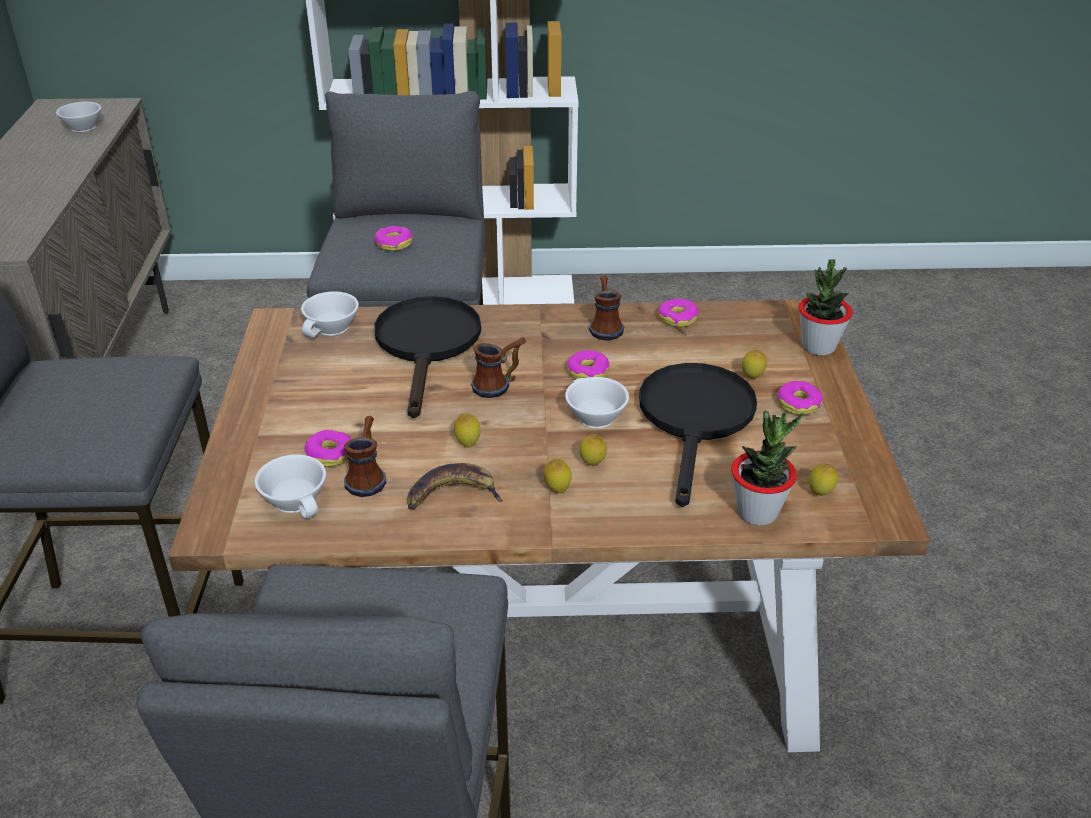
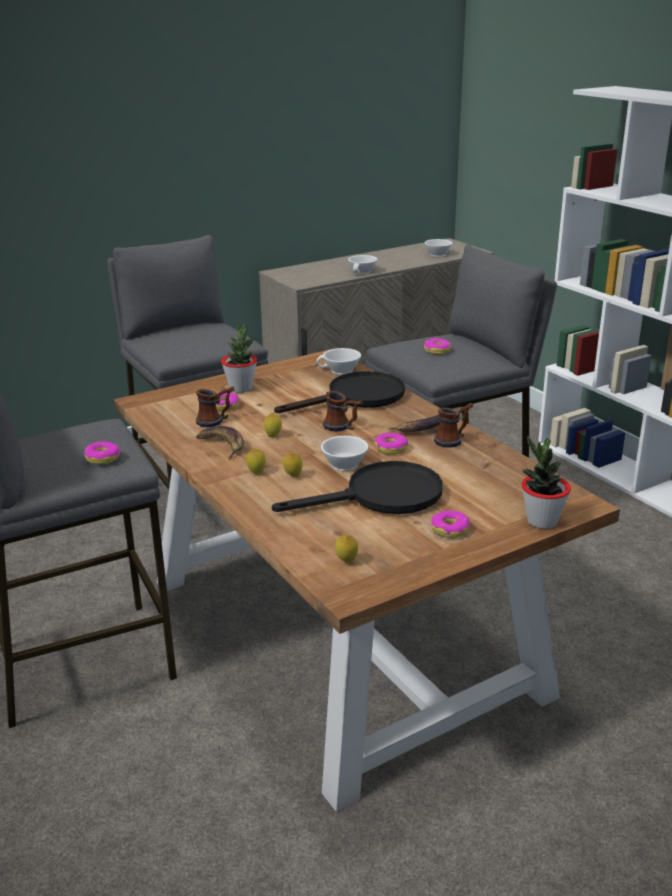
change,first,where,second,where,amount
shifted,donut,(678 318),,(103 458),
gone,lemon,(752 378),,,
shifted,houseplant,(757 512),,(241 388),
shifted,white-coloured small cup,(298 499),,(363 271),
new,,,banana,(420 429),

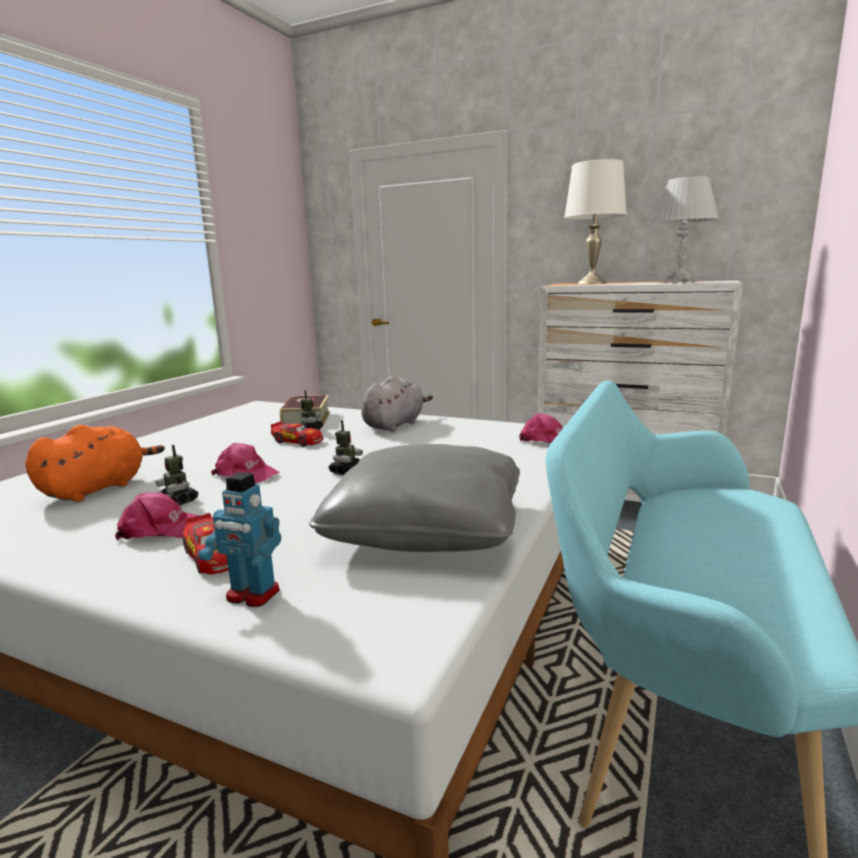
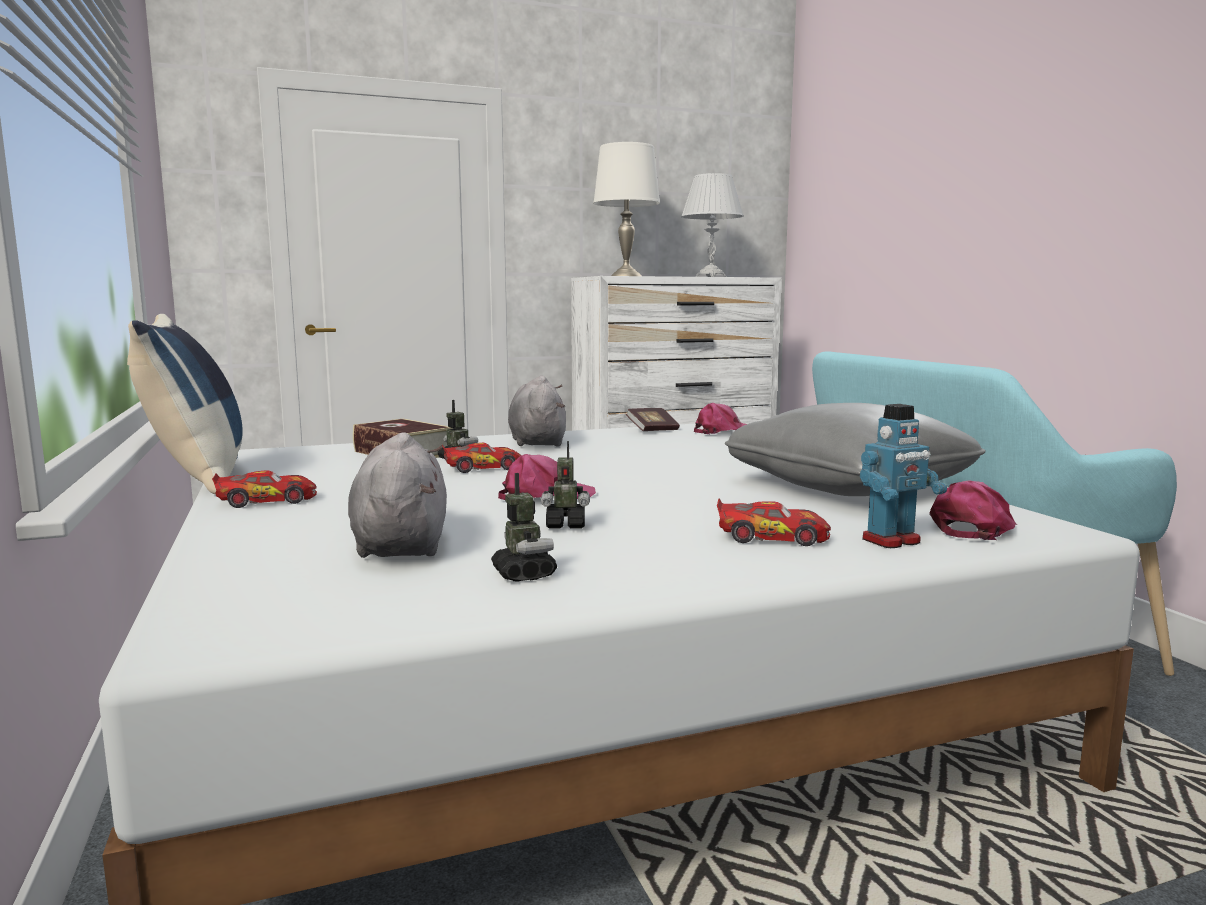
change,first,where,second,where,amount
shifted,robot figure,(346 471),,(524 574),
repainted,orange-coloured soft toy,(98 488),grey soft toy,(400 544),
shifted,pink-coloured peaked cap,(162 530),,(974 528),
new,,,bluish cushion,(196 477),
new,,,bound book,(652 430),
new,,,toy car,(267 501),

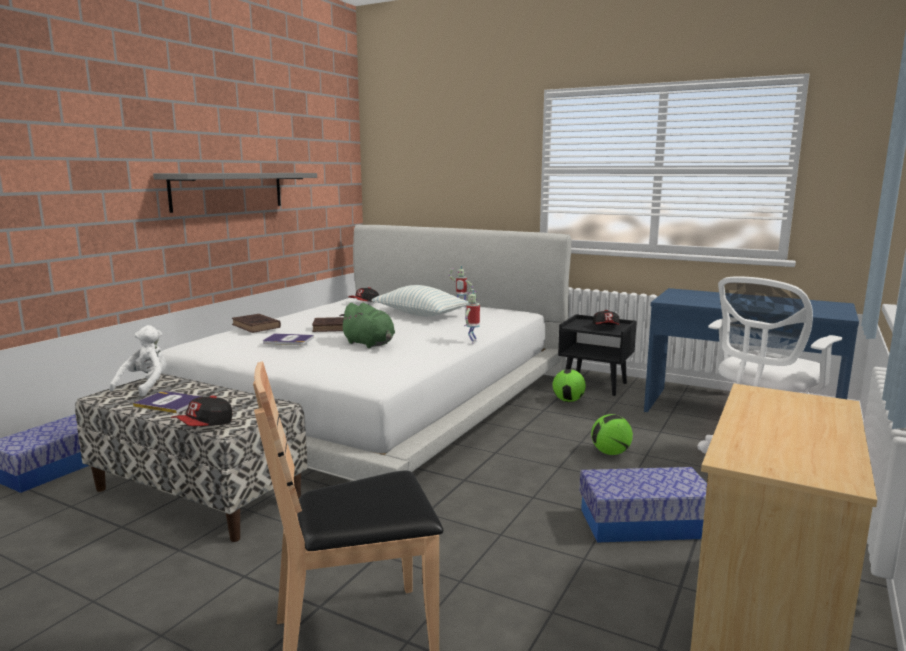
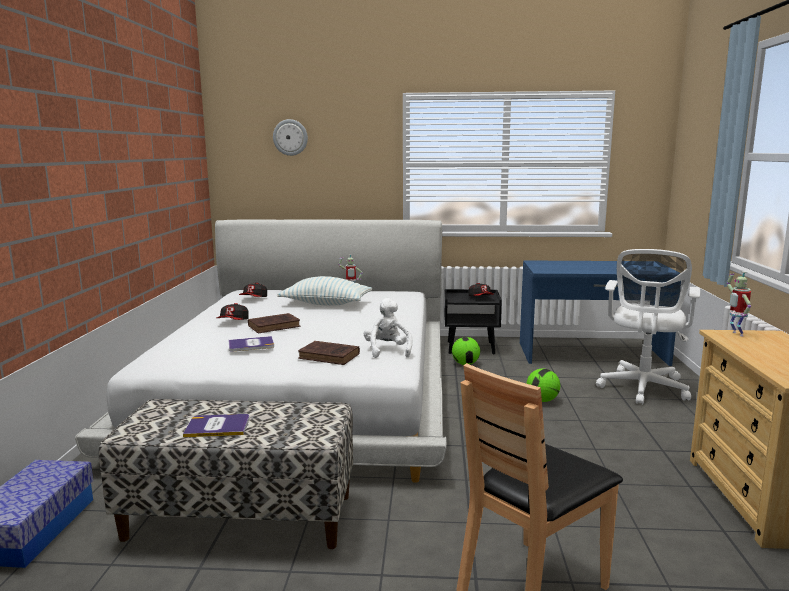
change,first,where,second,where,amount
gone,grey wall shelf,(228 191),,,
shifted,robot figure,(472 342),,(735 334),
gone,green soft toy,(370 344),,,
shifted,brownish bound book,(256 326),,(330 356),
shifted,white-coloured soft toy,(146 386),,(387 351),
shifted,peaked cap,(204 426),,(233 322),
gone,storage container,(644 523),,,
new,,,hanging clock,(290 137),

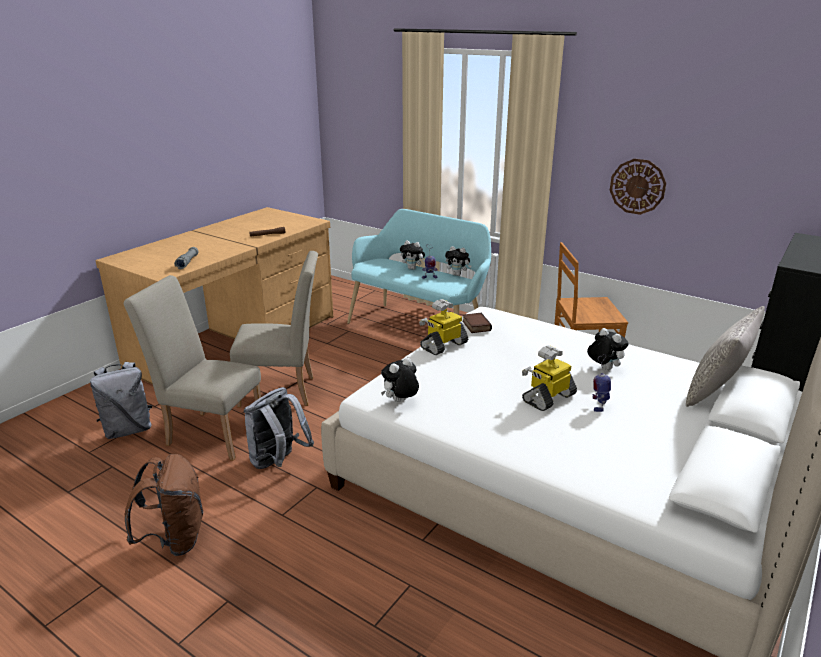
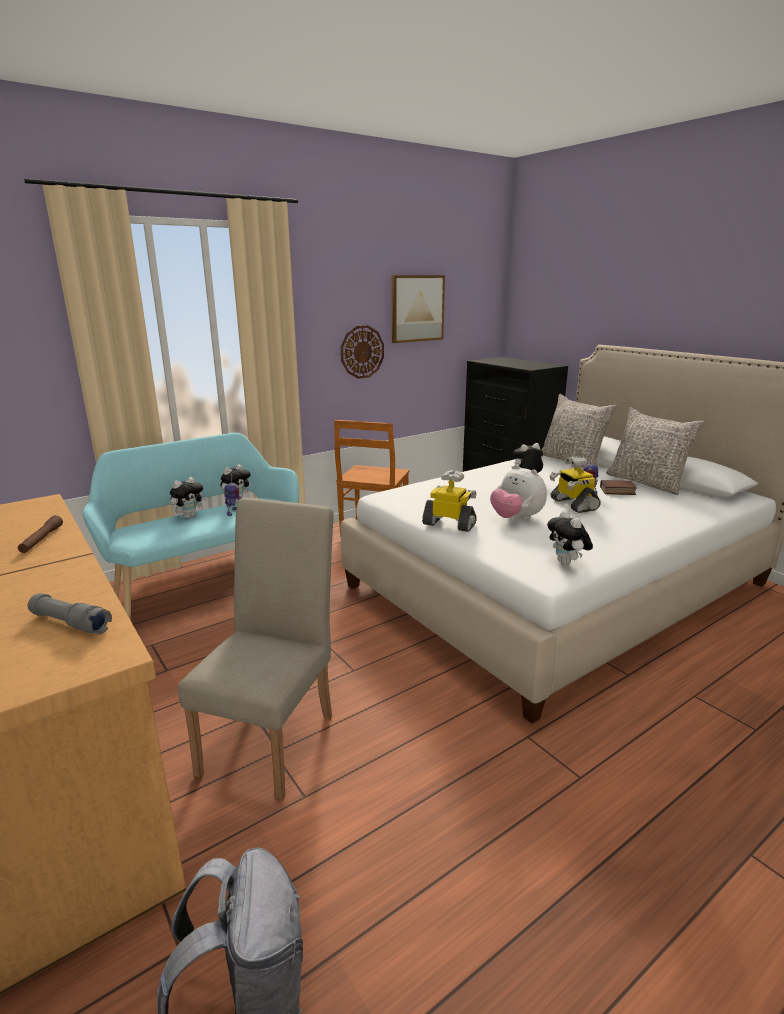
change,first,where,second,where,amount
gone,beige-coloured upright chair,(210 433),,,
rotated,robot figure,(443 345),,(450 524),135 degrees clockwise
shifted,bound book,(475 325),,(617 491),
gone,grey rucksack,(278 462),,,
gone,brownish rucksack,(175 539),,,
new,,,picture,(417 308),
new,,,grey cushion,(646 483),
new,,,soft toy,(516 518),

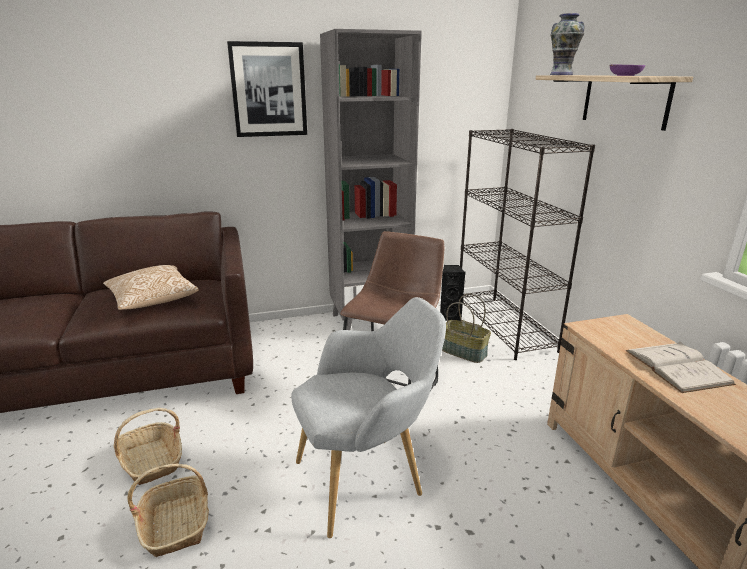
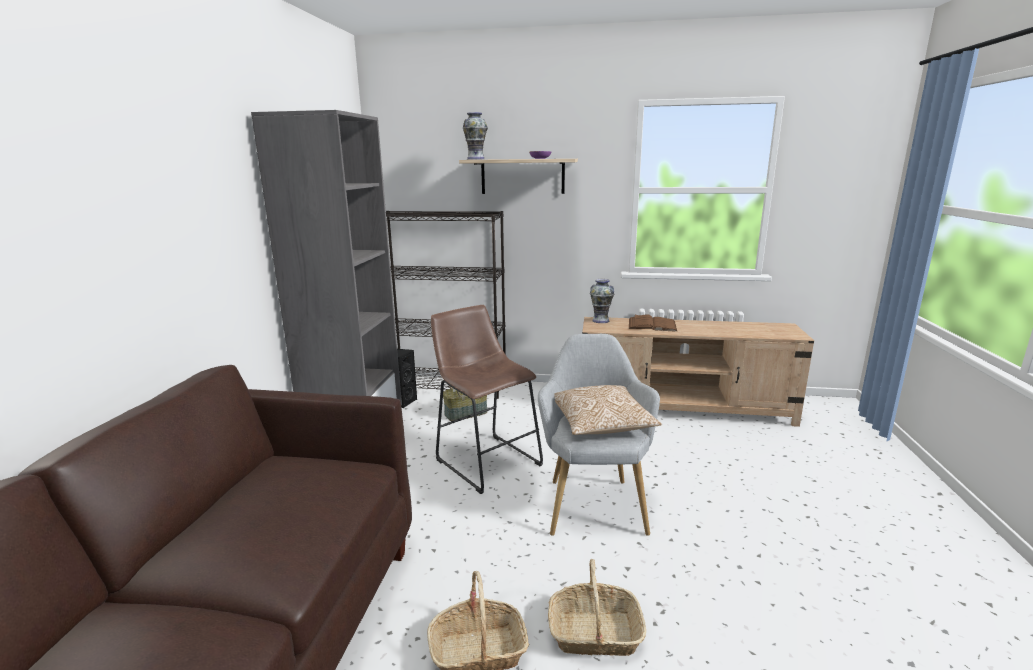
change,first,where,second,where,amount
gone,picture,(269 90),,,
shifted,cushion,(152 300),,(601 425),
repainted,white-coloured bound book,(677 367),brownish bound book,(652 325),
new,,,decorative vase,(600 320),

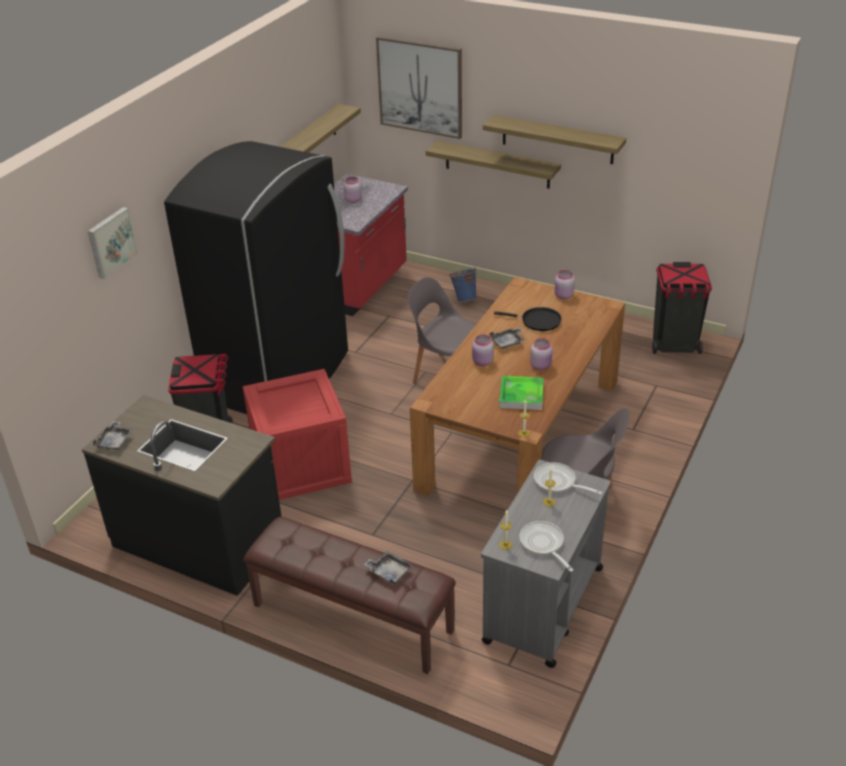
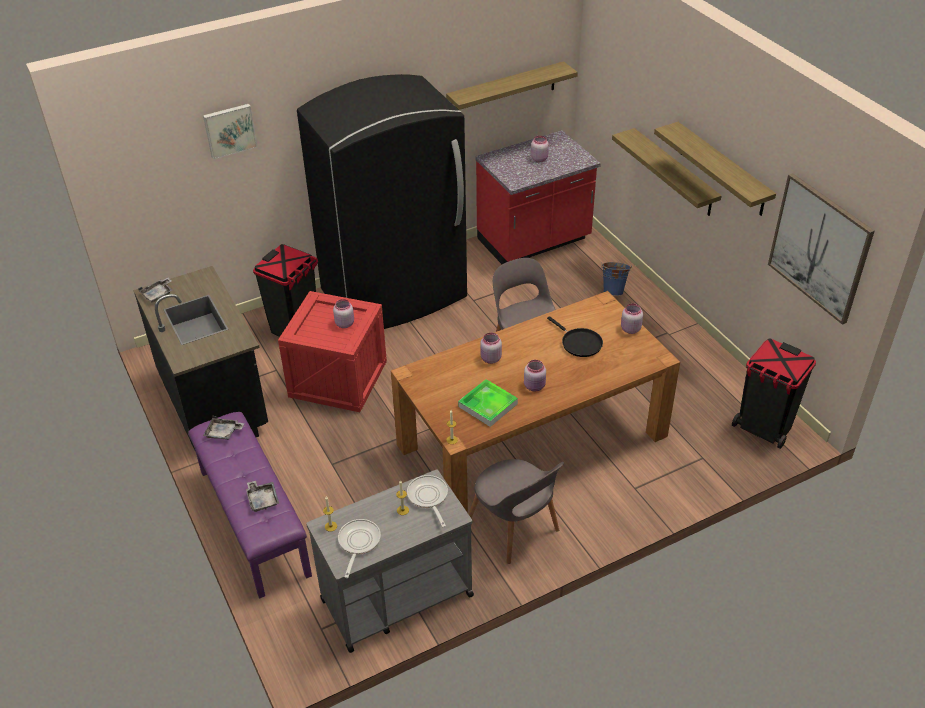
change,first,where,second,where,amount
shifted,picture,(420 87),,(819 248),
shifted,grey carrying tray,(507 342),,(223 433),
repainted,brownish bench,(351 618),purple-coloured bench,(253 522),
new,,,pink-coloured jar,(344 323),

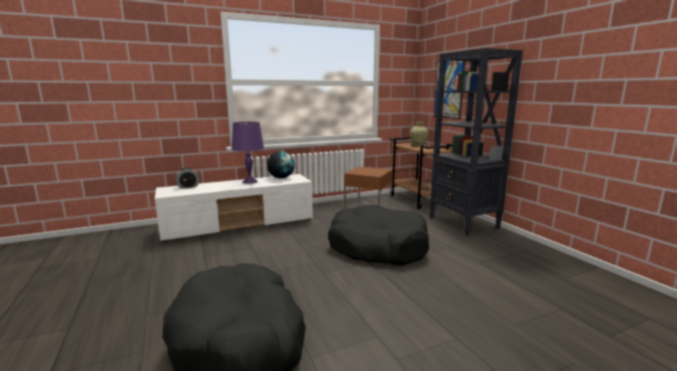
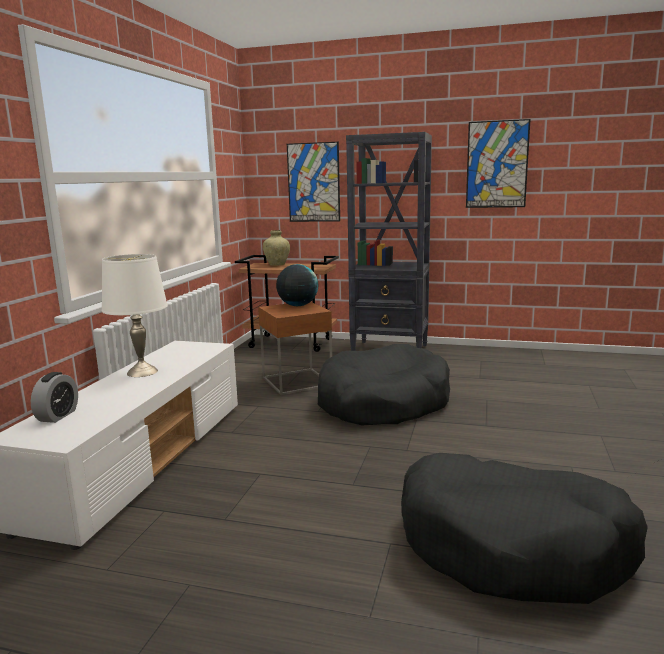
change,first,where,second,where,amount
repainted,purple-coloured table lamp,(250 181),white-coloured table lamp,(142 372),
shifted,world globe,(281 178),,(297 305),
new,,,picture,(497 164),

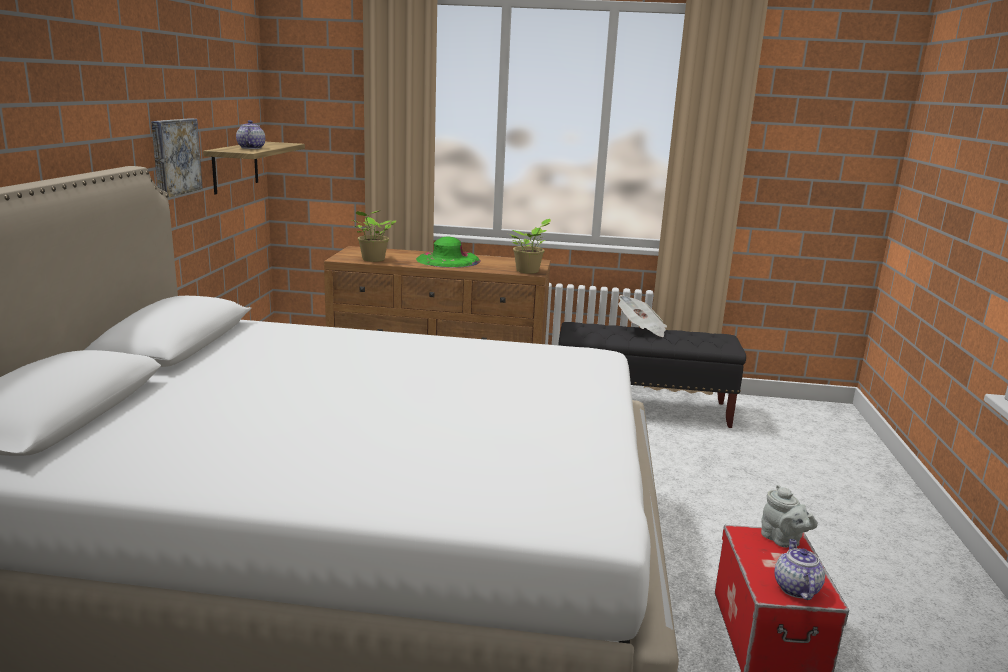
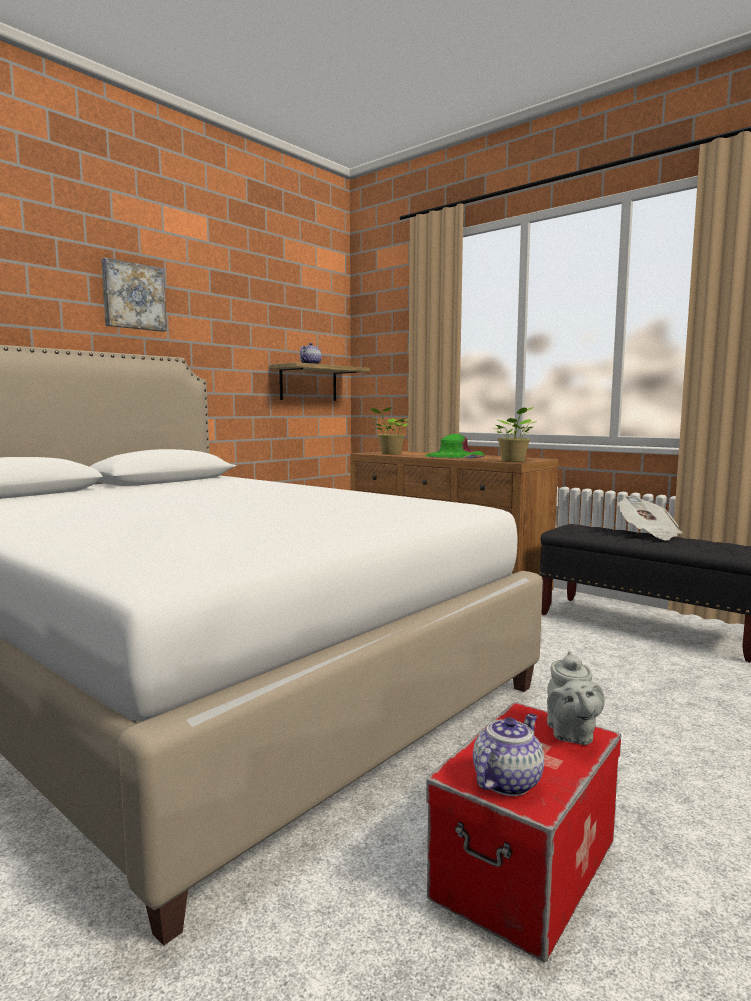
change,first,where,second,where,amount
shifted,picture,(174 156),,(133 296),

